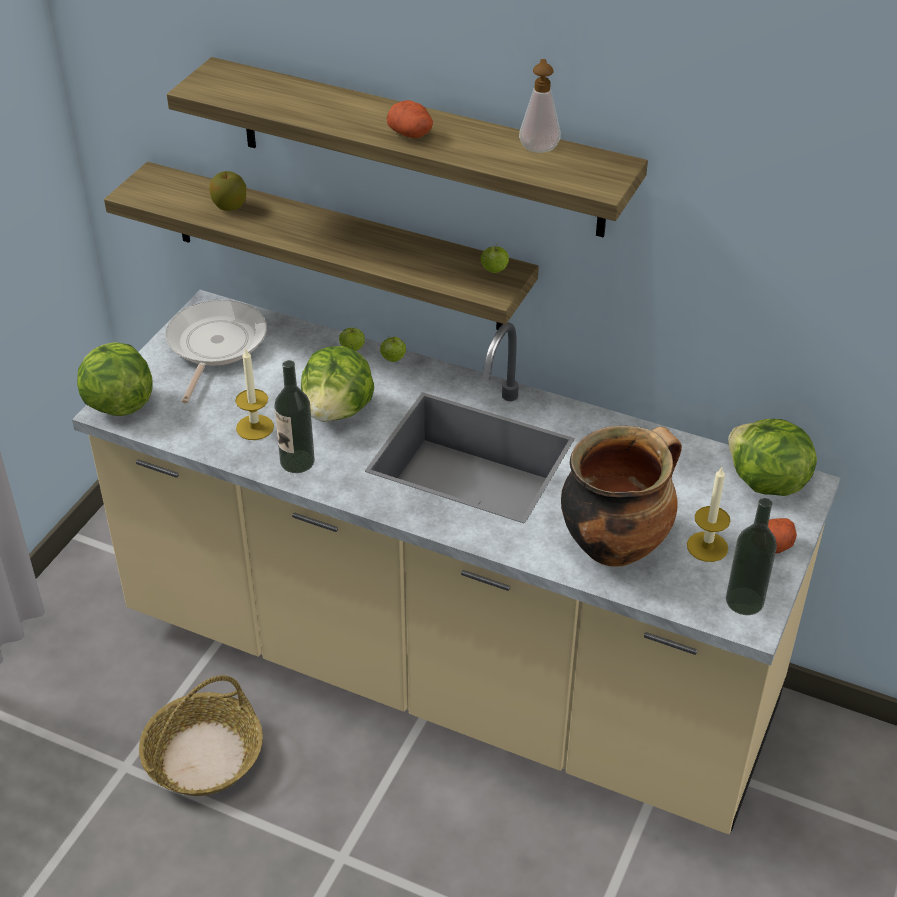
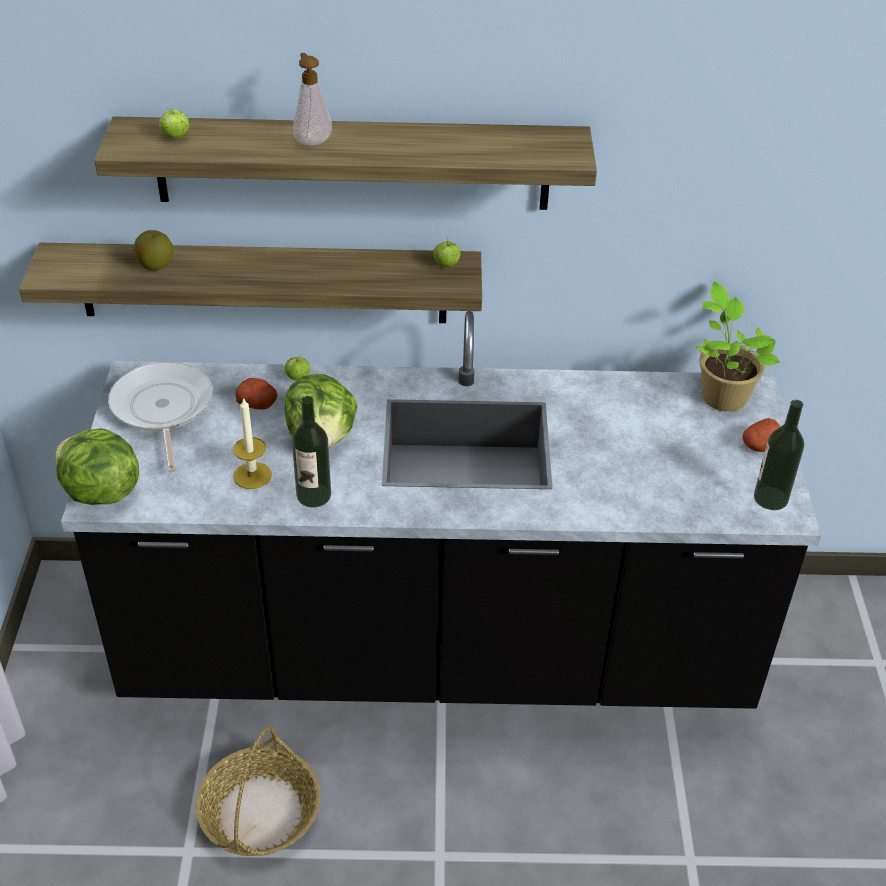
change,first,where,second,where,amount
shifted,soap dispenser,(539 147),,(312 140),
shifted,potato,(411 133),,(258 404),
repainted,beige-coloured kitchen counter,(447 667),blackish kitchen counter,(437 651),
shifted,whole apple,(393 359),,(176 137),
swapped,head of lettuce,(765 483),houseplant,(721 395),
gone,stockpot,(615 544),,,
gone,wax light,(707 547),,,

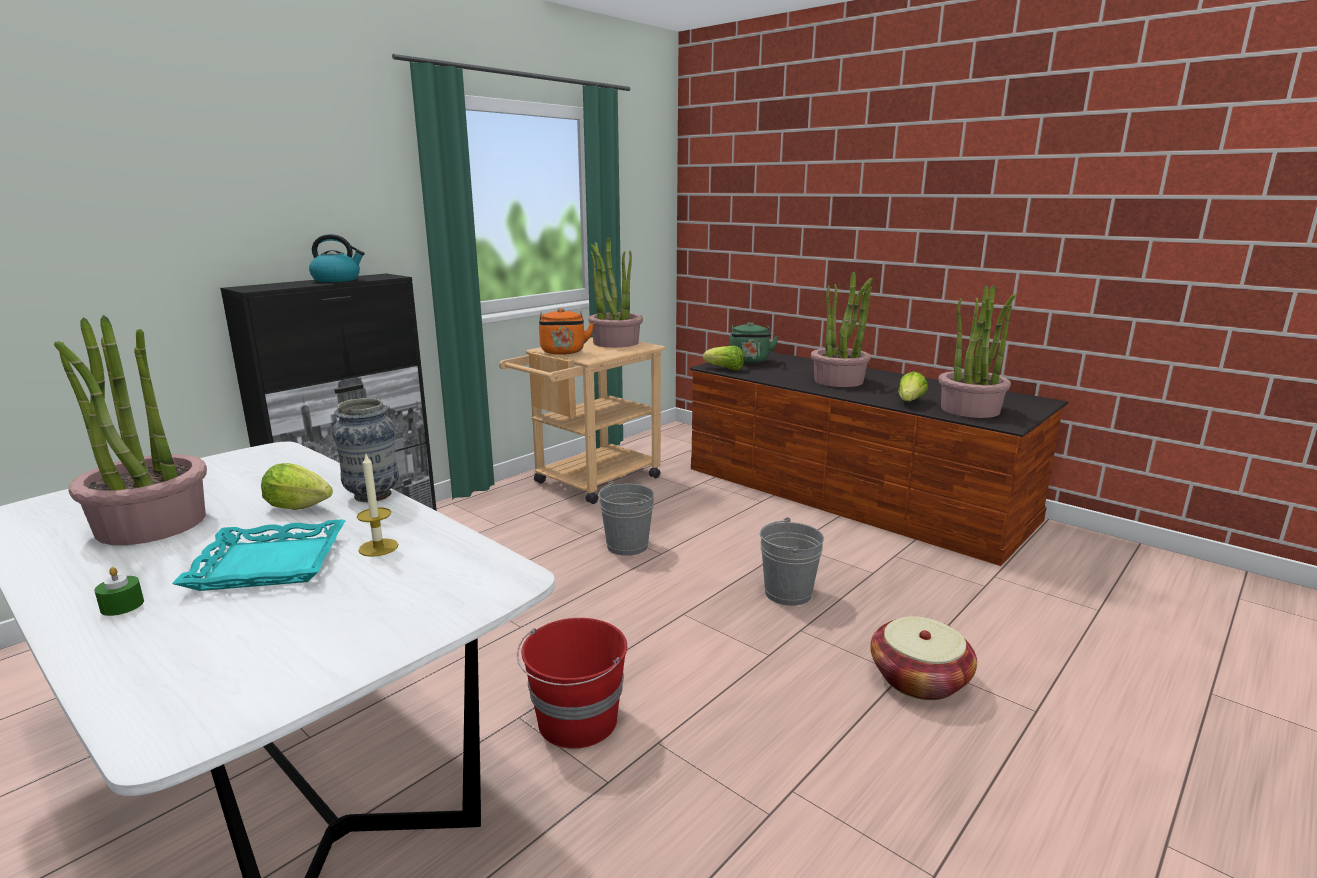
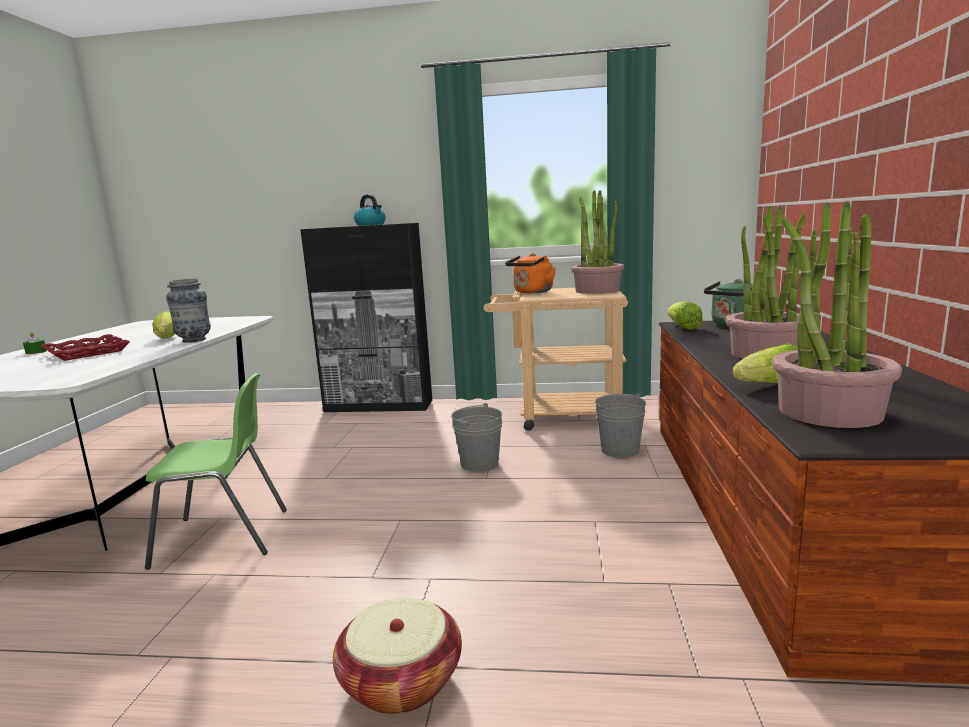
change,first,where,second,where,amount
gone,houseplant,(151 524),,,
gone,wax light,(378 547),,,
shifted,grey bucket,(788 593),,(620 450),
repainted,turquoise carrying tray,(270 563),red-coloured carrying tray,(87 352),
swapped,red-coloured bucket,(577 721),green upright chair,(224 537),

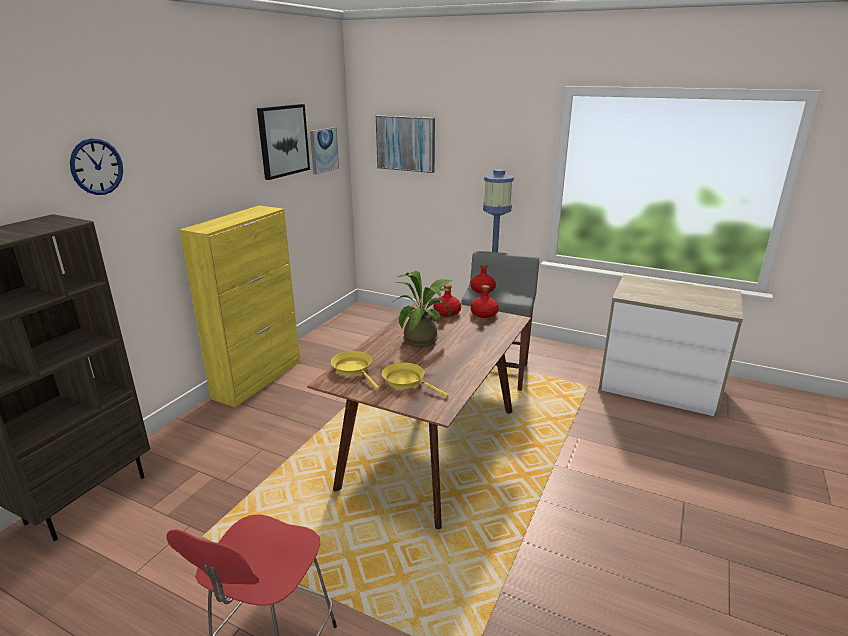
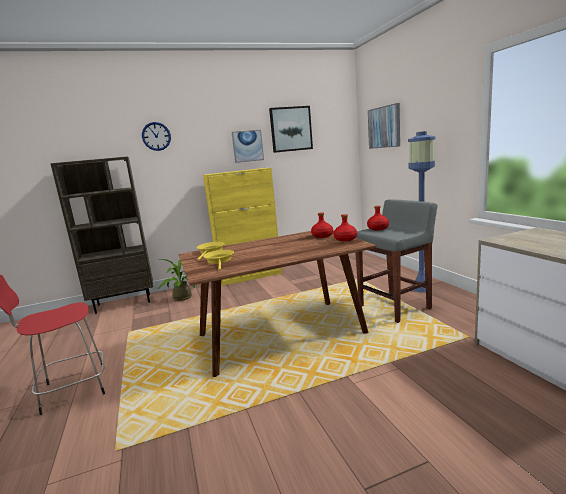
change,first,where,second,where,amount
shifted,picture,(323 150),,(247 146),
shifted,houseplant,(424 339),,(185 297),

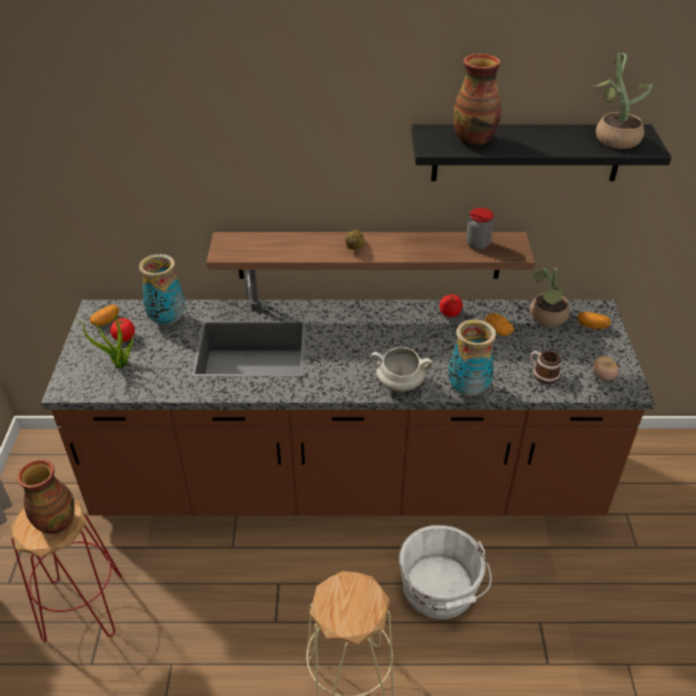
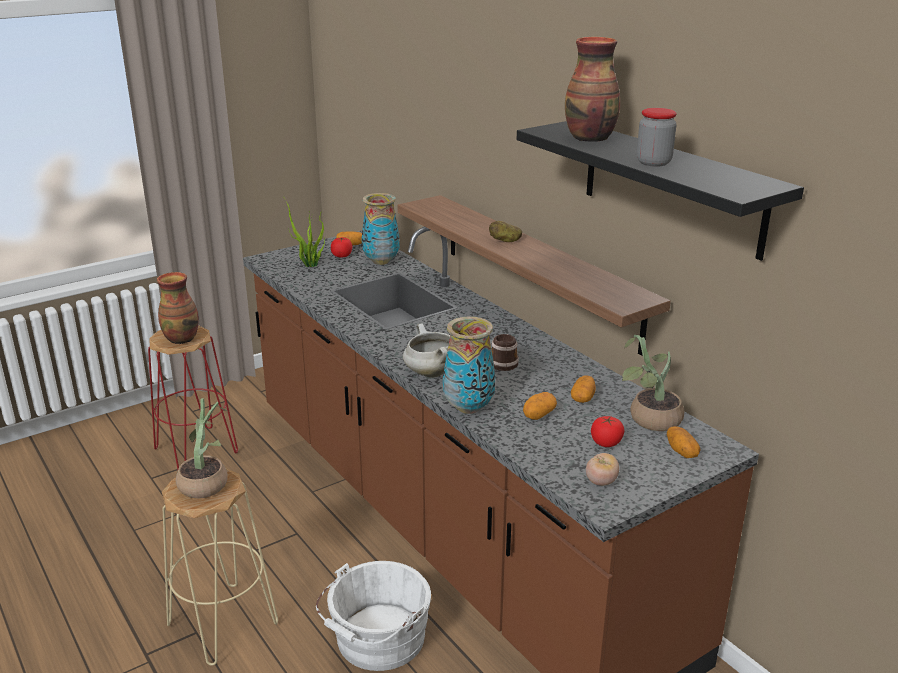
change,first,where,second,where,amount
shifted,houseplant,(613 137),,(207 482),
shifted,jar,(477 244),,(653 162),
shifted,whole tomato,(450 313),,(606 443),
shifted,tea mug,(542 373),,(504 362),
new,,,potato,(539 414),

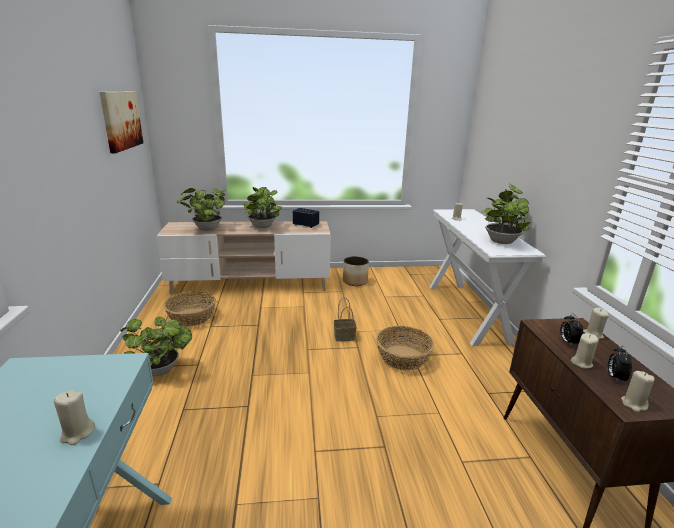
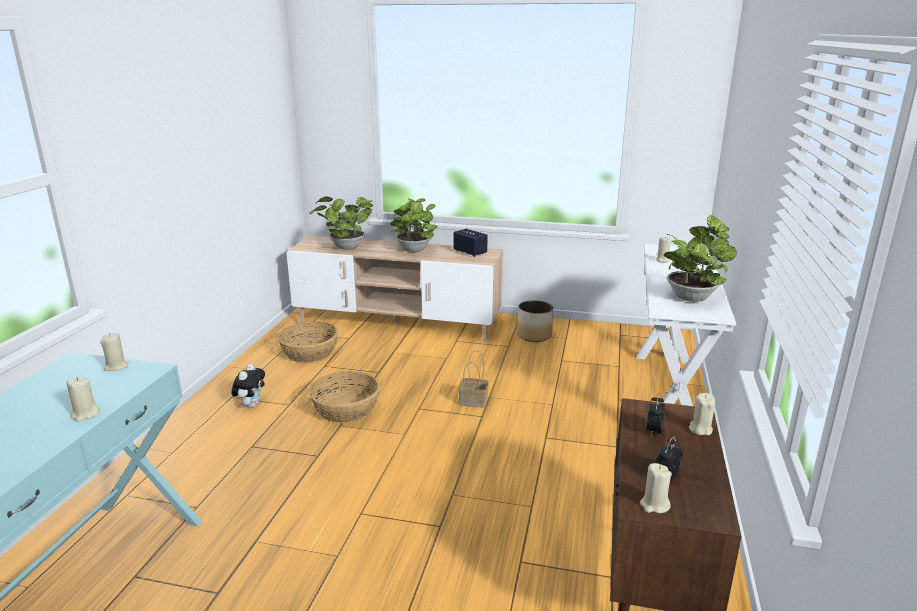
change,first,where,second,where,amount
gone,picture,(121 120),,,
swapped,houseplant,(162 370),soft toy,(251 404),
shifted,household basket,(403 357),,(346 409),
shifted,beige-coloured wax light,(581 363),,(117 366),

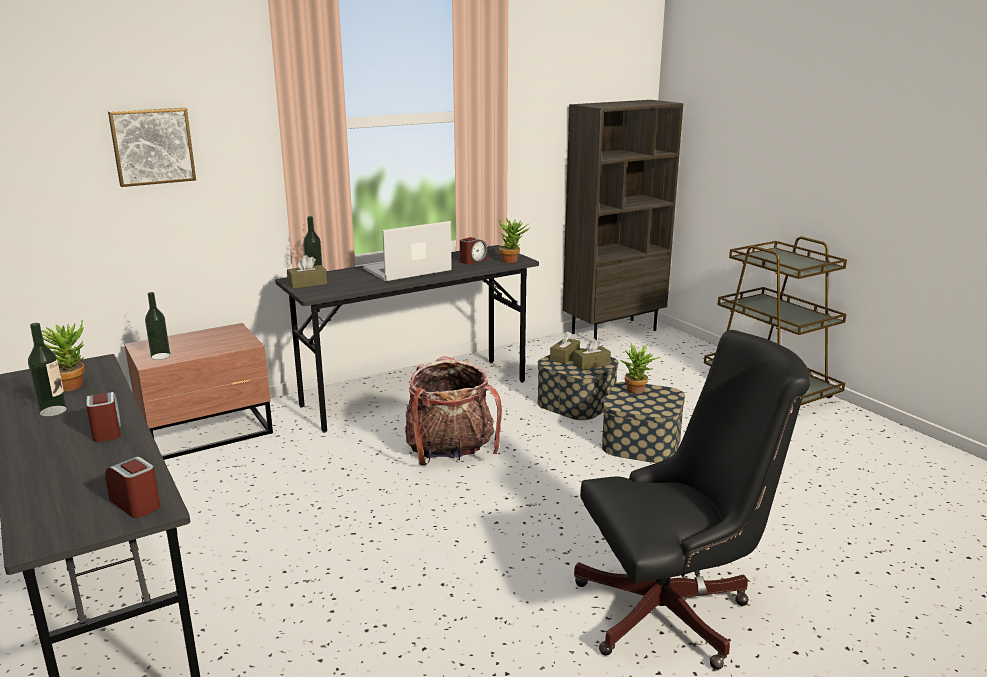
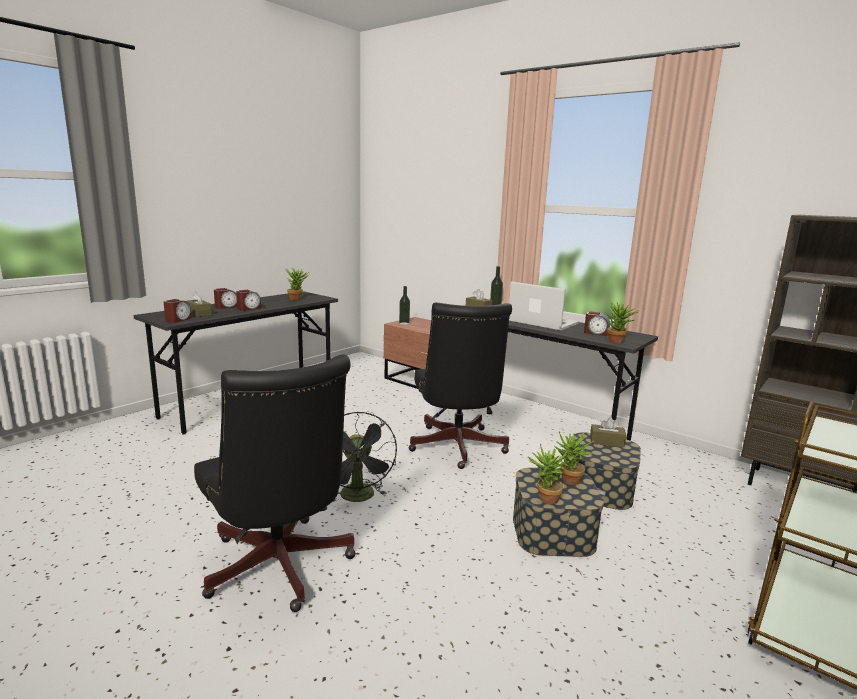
change,first,where,second,where,amount
gone,picture,(152 146),,,
gone,beverage bottle,(53 411),,,
shifted,brownish box of tissues,(591 364),,(199 313),
swapped,rucksack,(450 453),blackish computer chair,(457 449),
new,,,bedside clock,(226 307),
new,,,blackish fan,(359 498),
new,,,houseplant,(545 500),

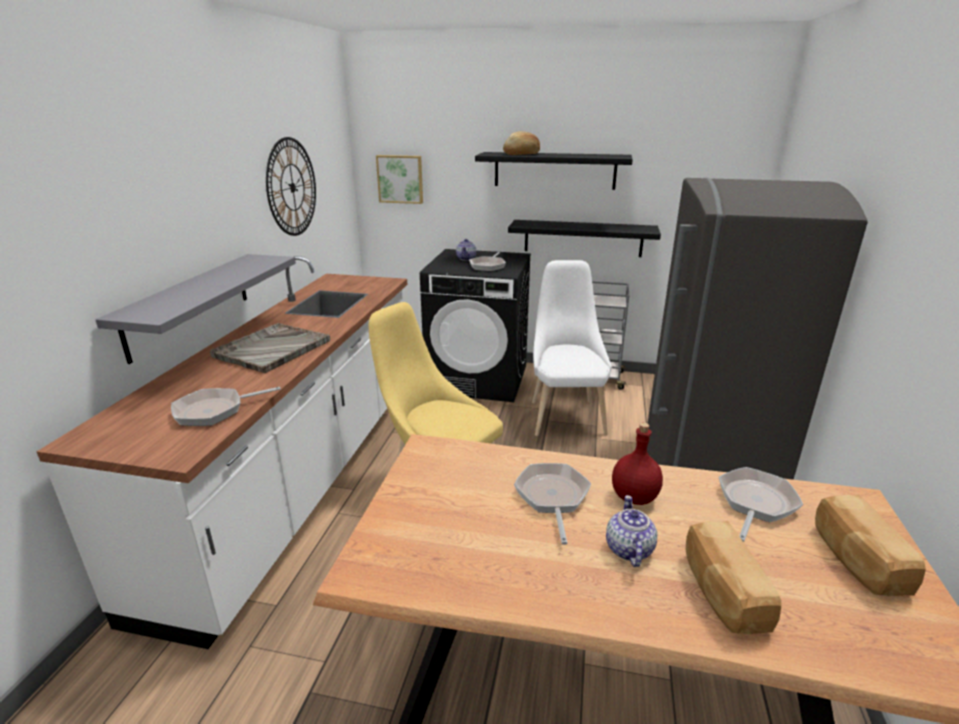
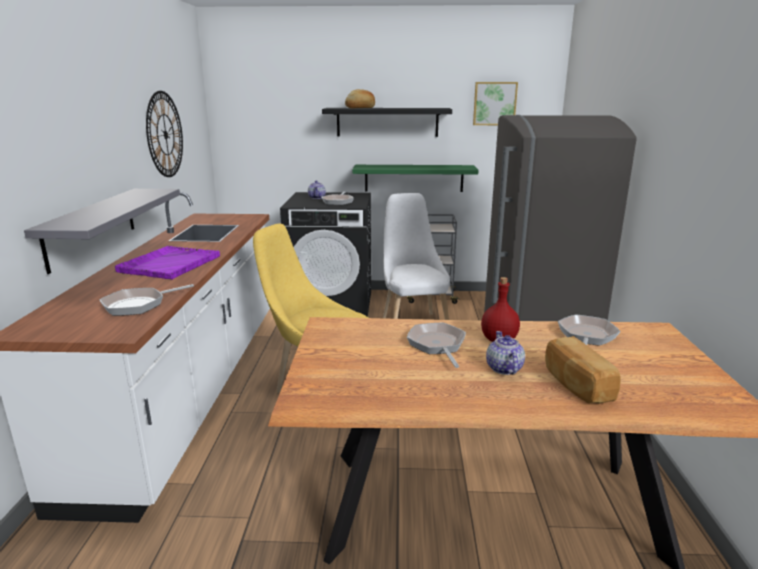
change,first,where,second,where,amount
shifted,picture,(400 179),,(494 103),
repainted,blackish wall shelf,(583 238),green wall shelf,(414 178),
repainted,grey carrying tray,(271 349),purple-coloured carrying tray,(169 264),
gone,bakery bread,(856 560),,,

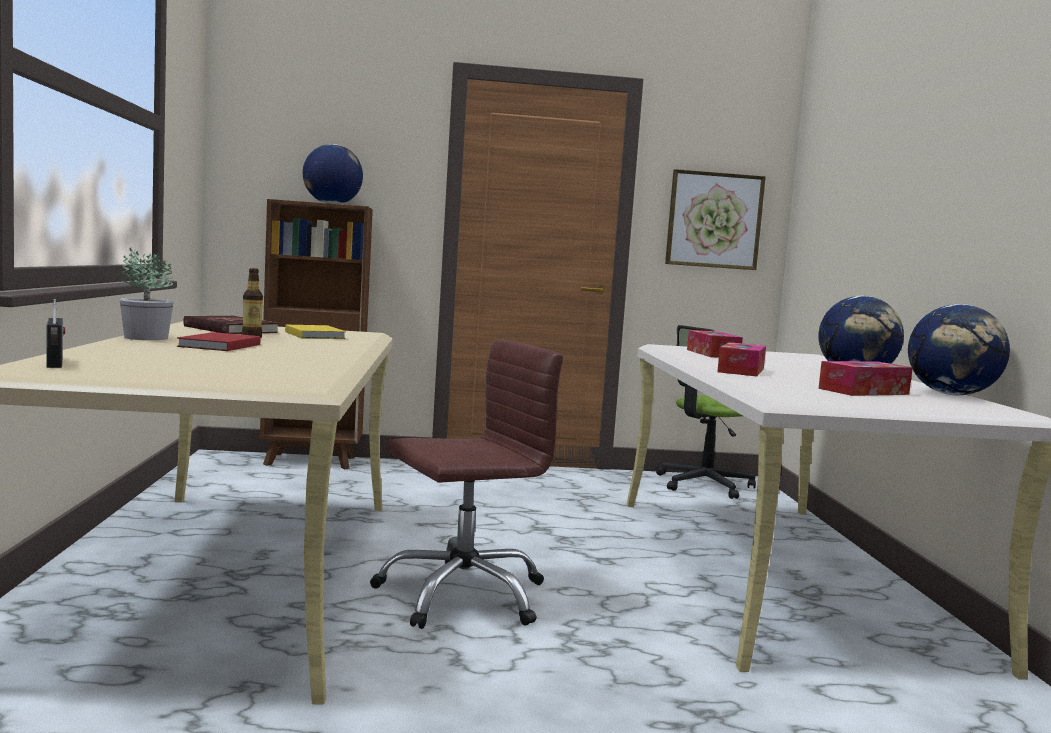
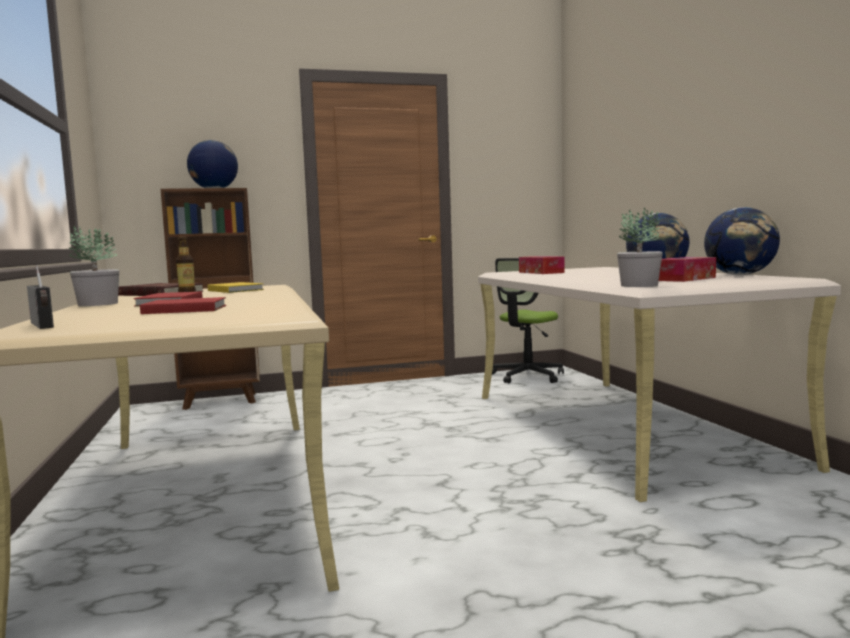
change,first,where,second,where,amount
gone,picture,(714 220),,,
gone,brownish computer chair,(462 594),,,
gone,box of tissues,(741 370),,,
new,,,houseplant,(638 285),
new,,,red-coloured bound book,(183 309),

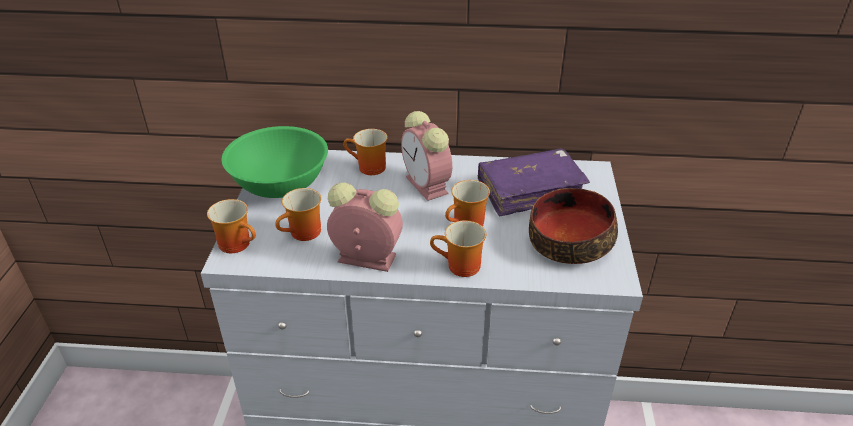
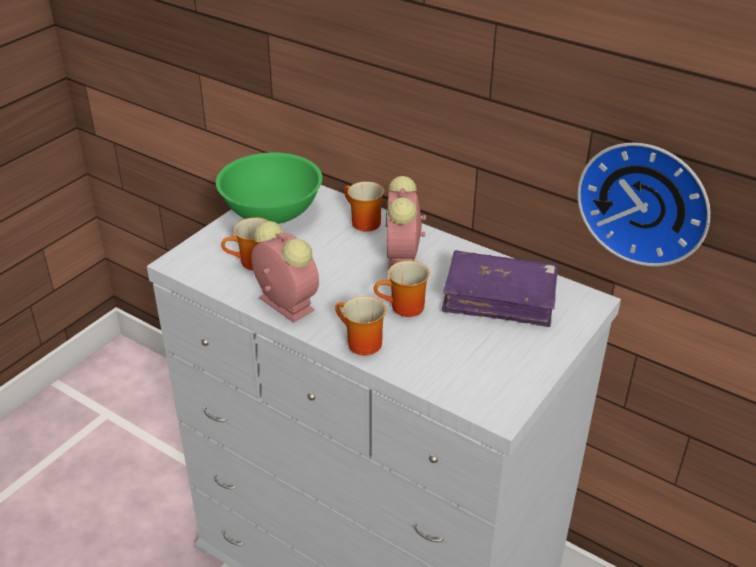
change,first,where,second,where,amount
gone,bowl,(569 240),,,
gone,tea mug,(239 243),,,
new,,,hanging clock,(645 200),

